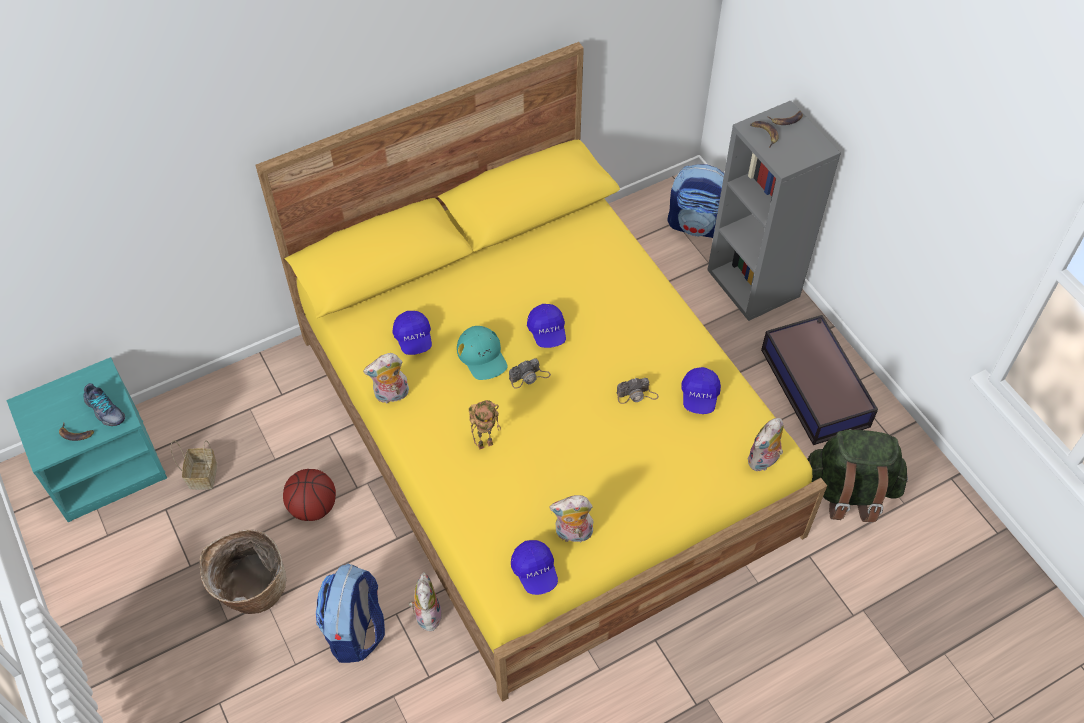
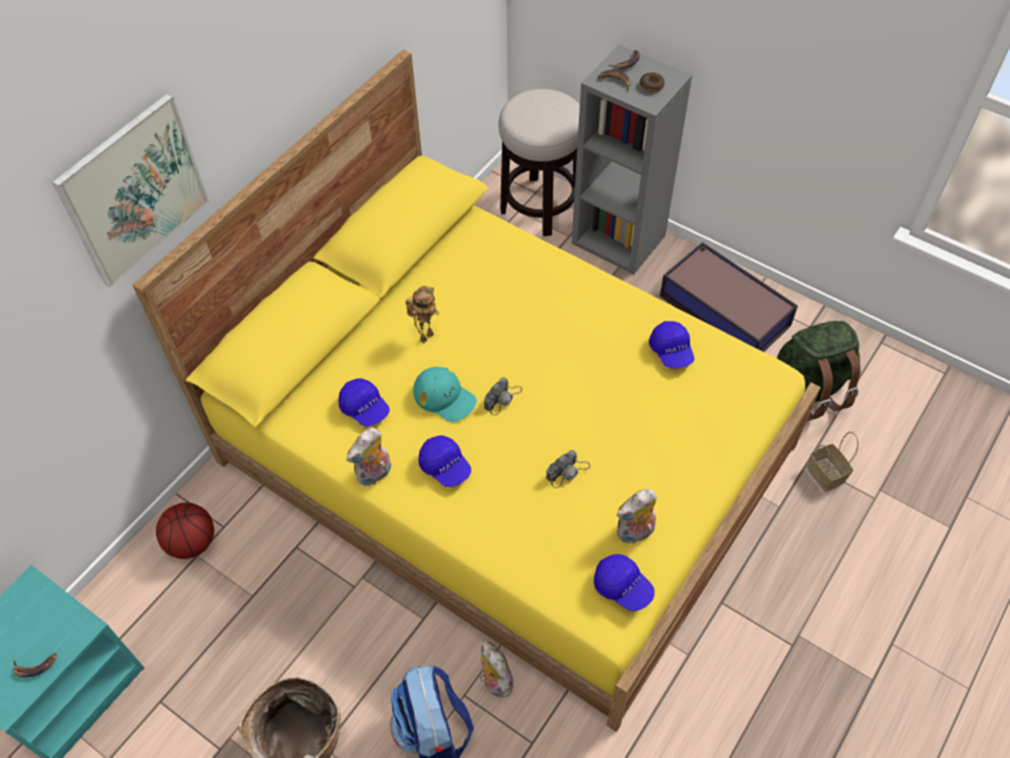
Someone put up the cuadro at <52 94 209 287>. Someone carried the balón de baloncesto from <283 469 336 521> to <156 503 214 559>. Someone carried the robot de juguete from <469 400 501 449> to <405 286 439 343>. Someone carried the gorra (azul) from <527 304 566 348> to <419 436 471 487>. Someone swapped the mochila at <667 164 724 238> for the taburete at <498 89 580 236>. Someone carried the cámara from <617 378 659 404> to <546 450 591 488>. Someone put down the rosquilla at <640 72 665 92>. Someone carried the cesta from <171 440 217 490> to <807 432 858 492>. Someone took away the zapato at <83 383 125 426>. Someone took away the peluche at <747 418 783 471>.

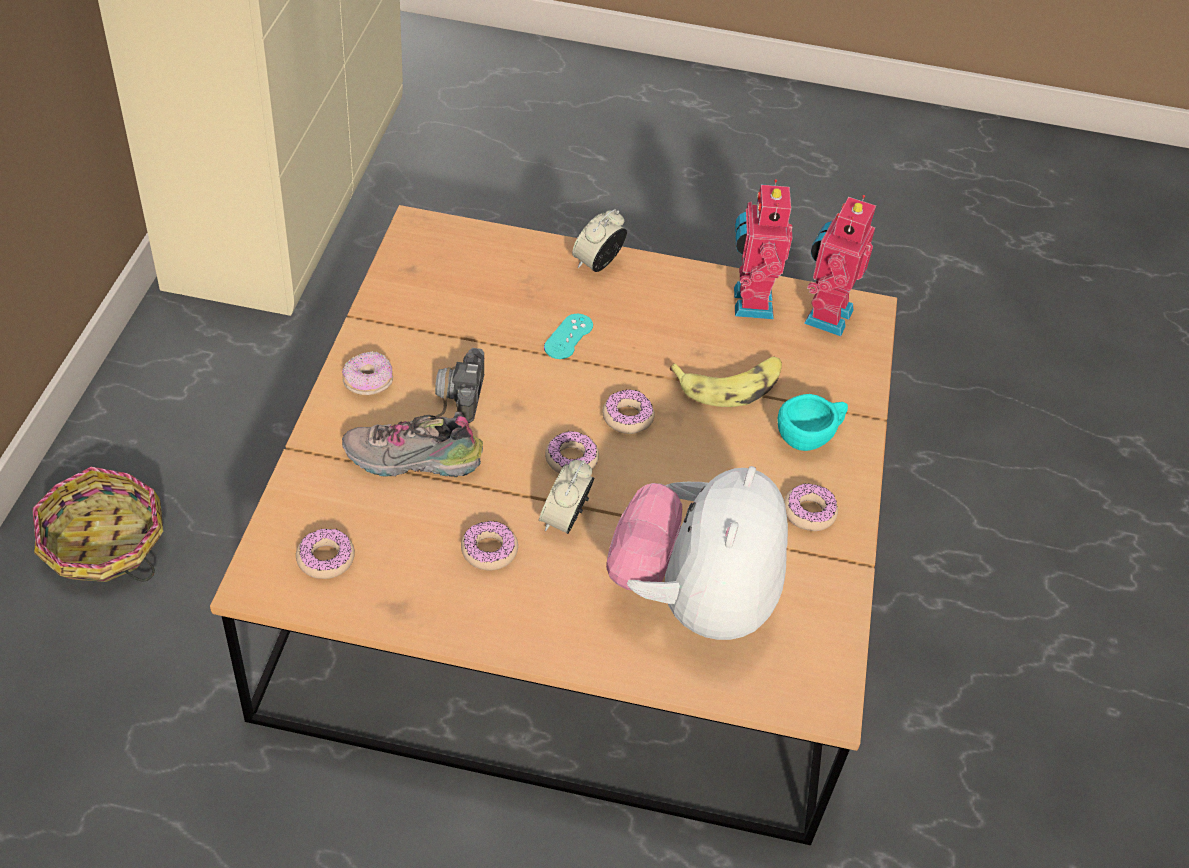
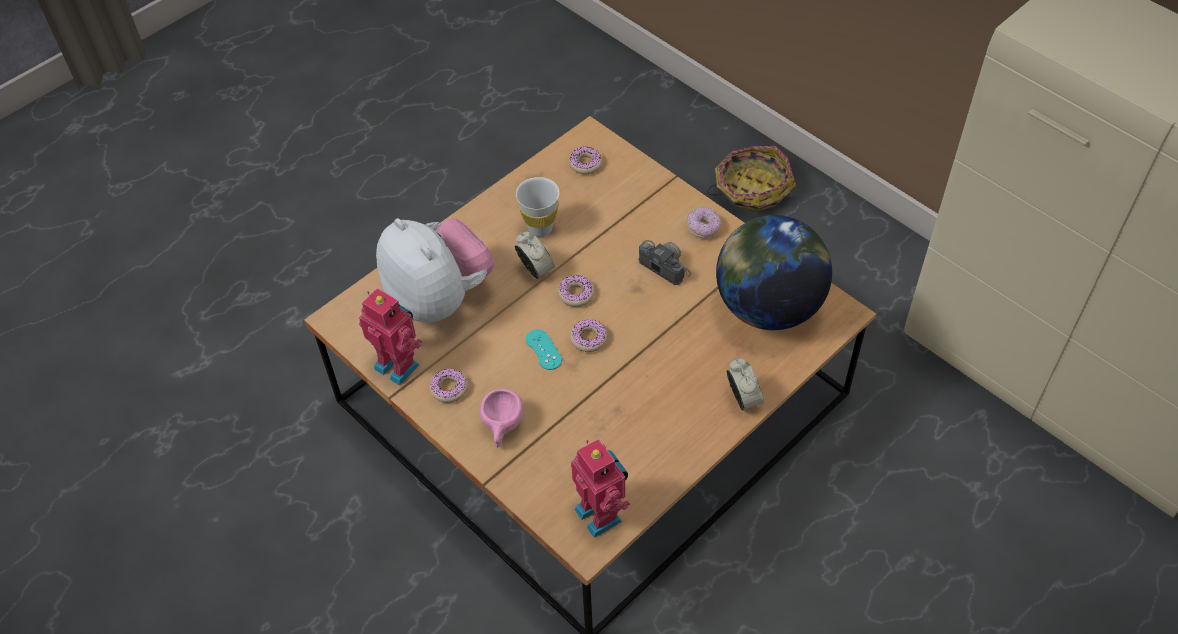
Someone carried the robot de juguete from <734 179 793 319> to <359 288 422 385>. Someone repainted the taza (turquesa) at <778 394 848 451>, which became the taza (rosa) at <480 389 523 448>. Someone swapped the rosquilla at <461 521 518 570> for the taza (blanco) at <516 177 560 237>. Someone carried the mando de consola (turquesa) from <544 314 593 359> to <526 329 562 370>. Someone put down the globo terráqueo at <716 215 832 330>. Someone took away the zapato at <342 412 483 477>. Someone took away the plátano at <670 357 782 407>.

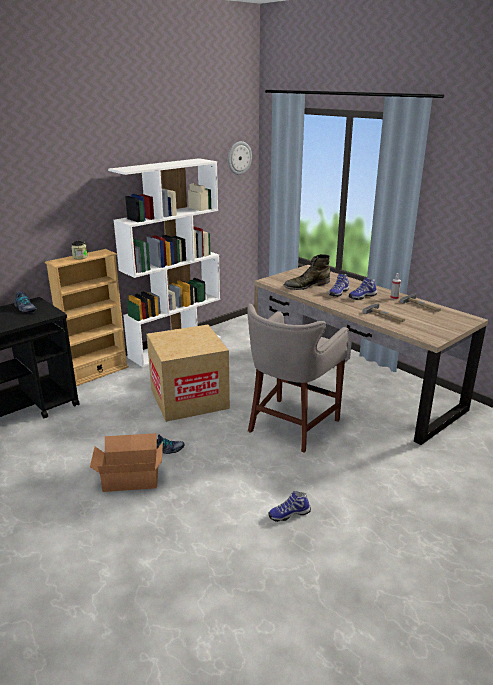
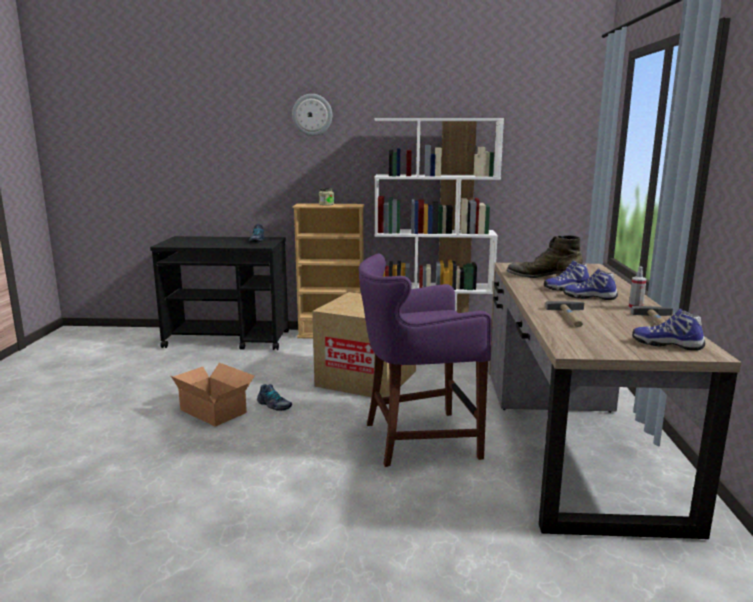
Someone carried the reloj de pared from <228 141 252 175> to <292 94 332 136>. Someone repainted the taburete (gris) at <247 304 349 453>, which became the taburete (morado) at <359 253 492 467>. Someone carried the zapato from <268 491 311 522> to <632 309 705 351>.

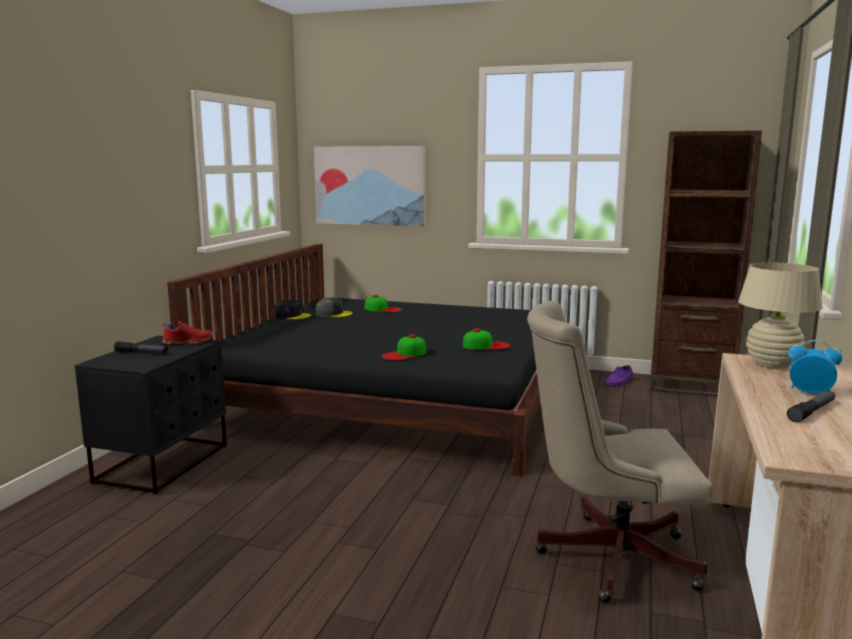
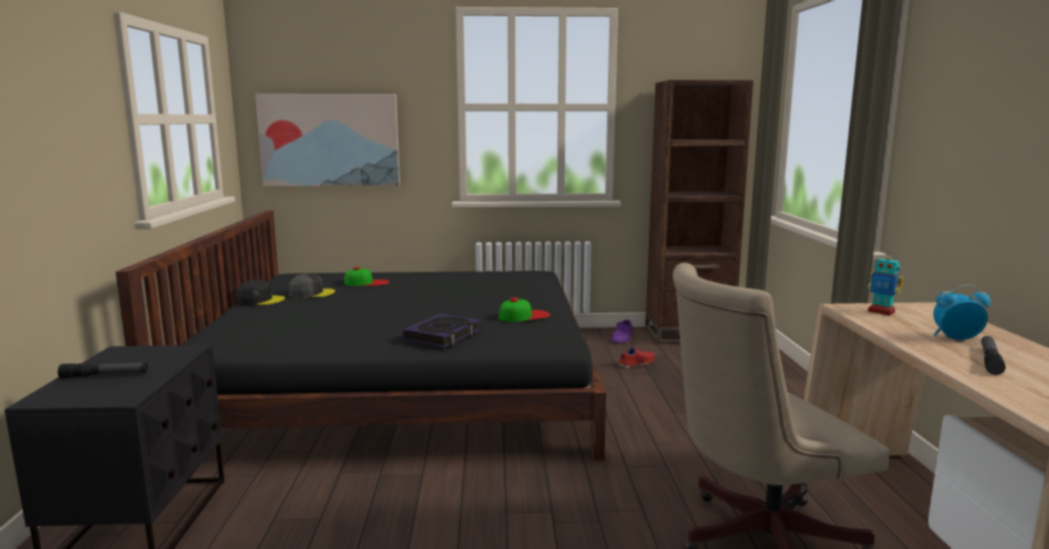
Someone swapped the gorra at <382 334 426 360> for the libro at <403 313 480 348>. Someone carried the zapato (rojo) from <162 321 213 344> to <619 347 655 368>. Someone swapped the lámpara de mesa (beis) at <738 262 823 368> for the robot de juguete at <868 250 903 316>.

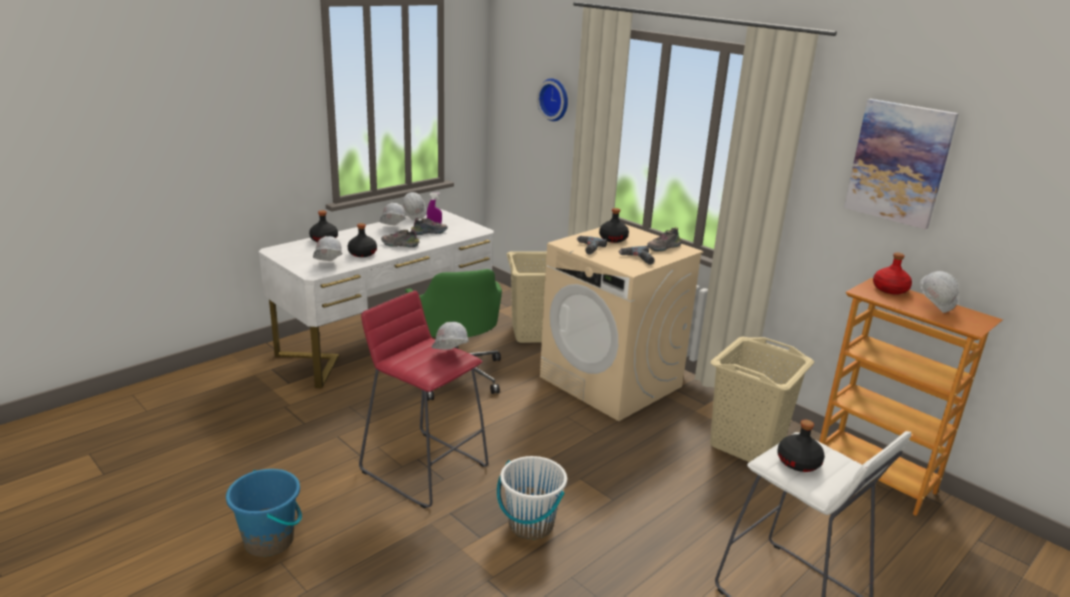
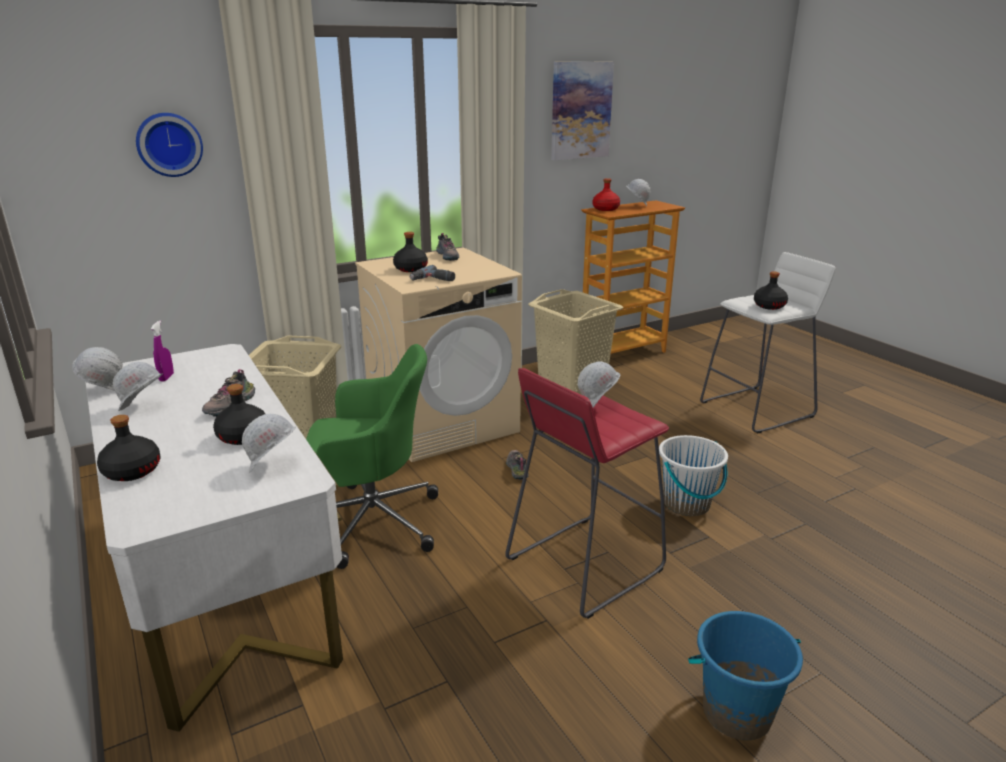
Someone carried the zapato from <411 218 448 235> to <506 450 528 480>. Someone took away the taladro at <619 246 655 265>.

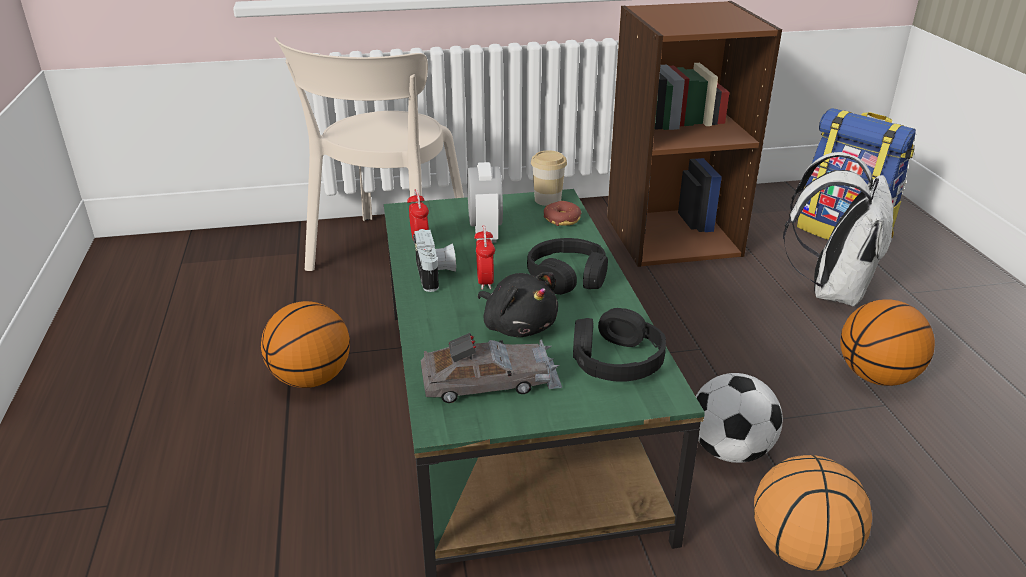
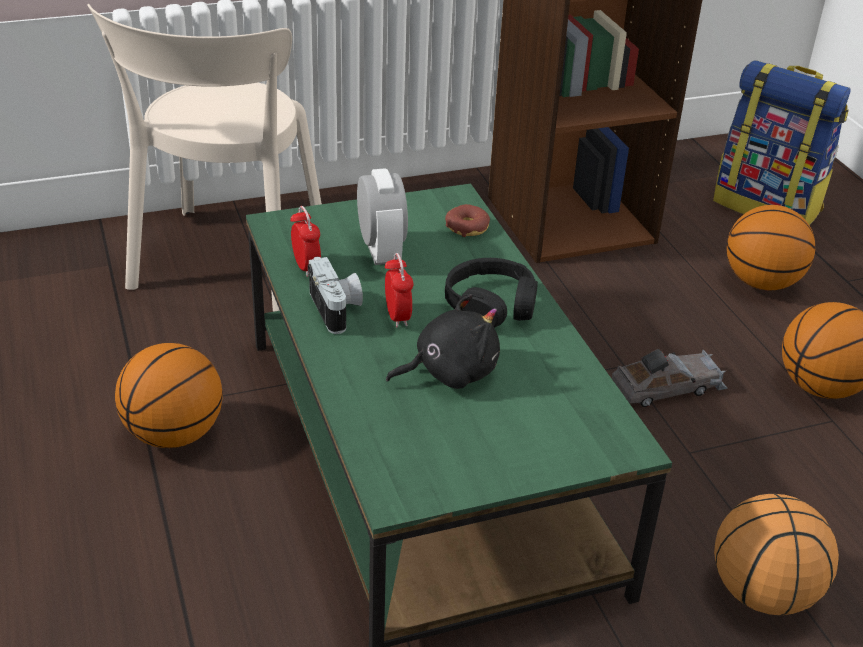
Someone rotated the peluche (negro) at <478 272 558 337> by 60 degrees counterclockwise. Someone carried the coche de juguete (gris) from <421 333 562 403> to <612 349 728 407>. Someone swapped the mochila (blanco) at <783 152 893 307> for the balón de baloncesto at <726 205 816 291>. Someone took away the taza at <531 150 567 206>. Someone took away the auriculares (negro) at <573 308 666 382>. Someone took away the balón de fútbol at <696 373 783 463>.

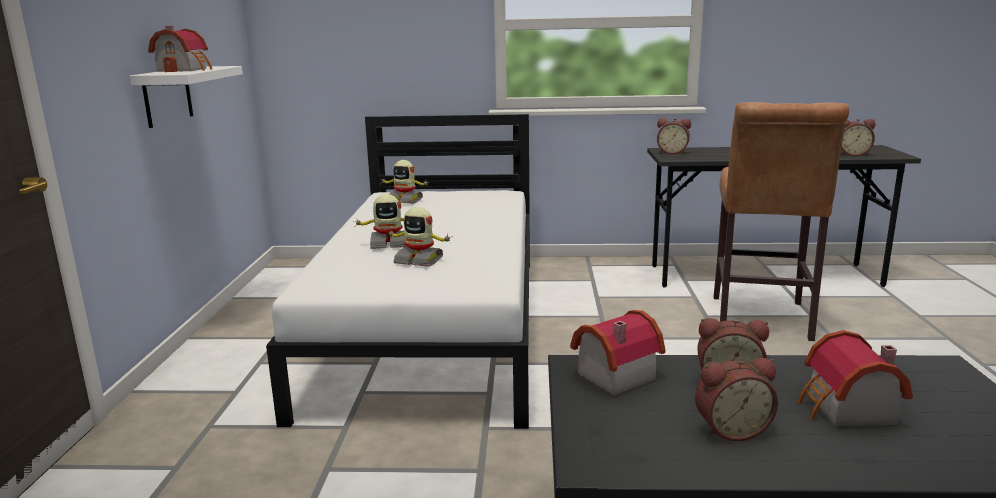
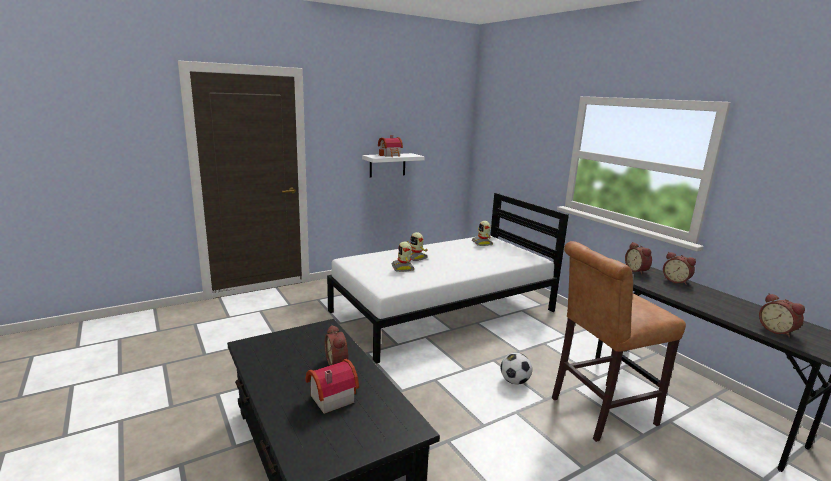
Someone put down the balón de fútbol at <501 353 532 384>. Someone carried the despertador from <695 358 778 441> to <663 252 696 285>. Someone took away the casita at <570 310 665 396>.

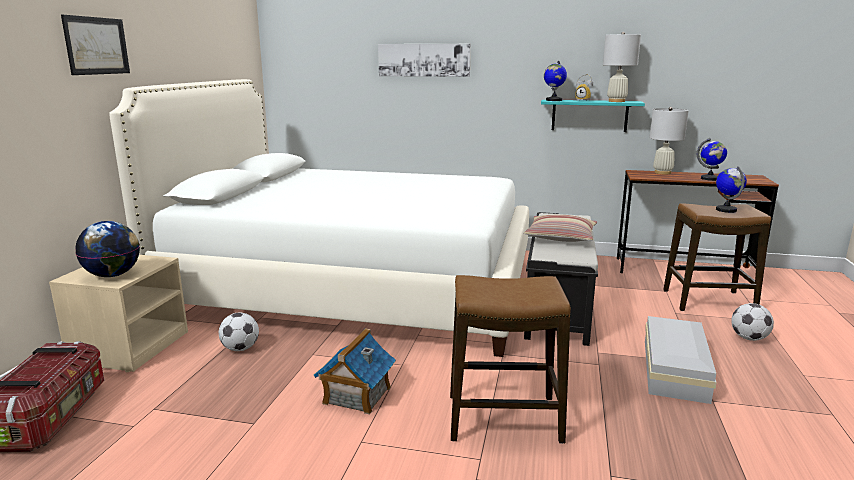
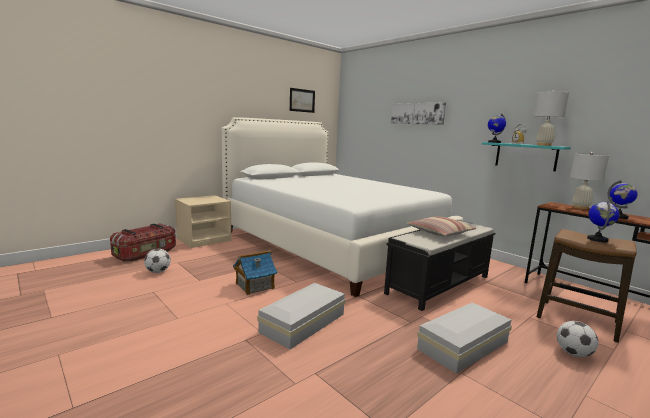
Someone carried the balón de fútbol from <219 312 259 351> to <144 249 171 273>. Someone swapped the taburete at <450 275 571 444> for the caja de almacenaje (blanco) at <257 283 346 349>. Someone carried the cuadro from <61 15 130 75> to <290 88 315 113>. Someone took away the globo terráqueo at <75 221 140 277>.

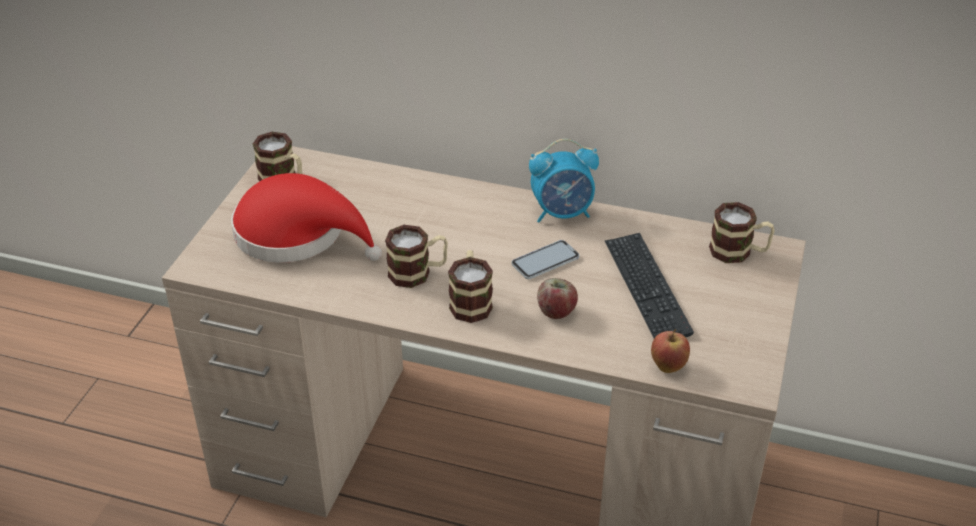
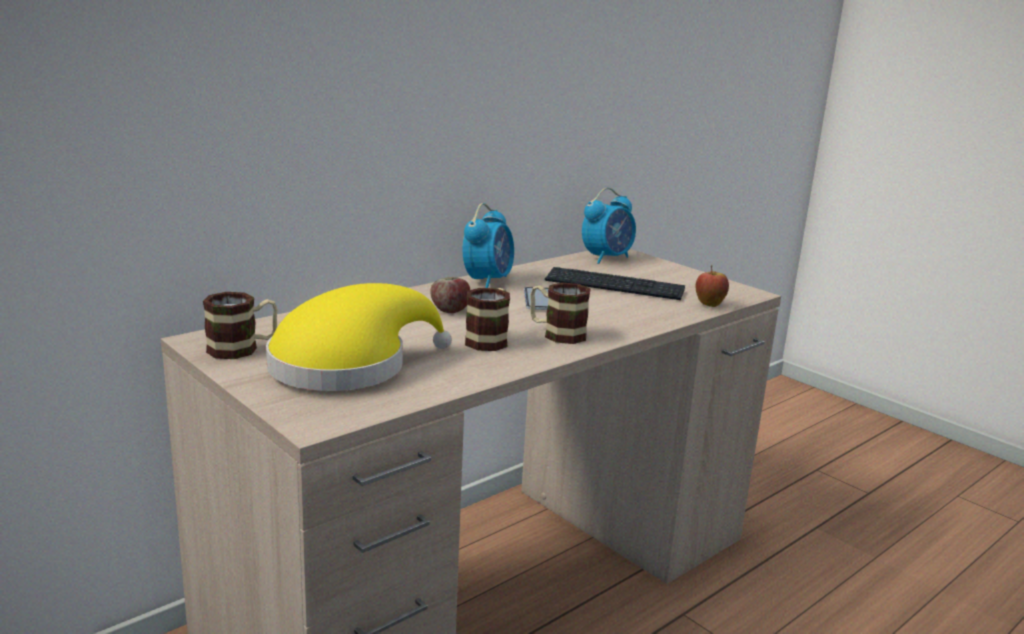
Someone repainted the sombrero (rojo) at <231 173 382 263>, which became the sombrero (amarillo) at <266 283 452 391>. Someone carried the manzana from <537 278 578 319> to <430 277 470 313>. Someone swapped the taza grande at <709 202 775 263> for the despertador at <582 188 636 264>.

